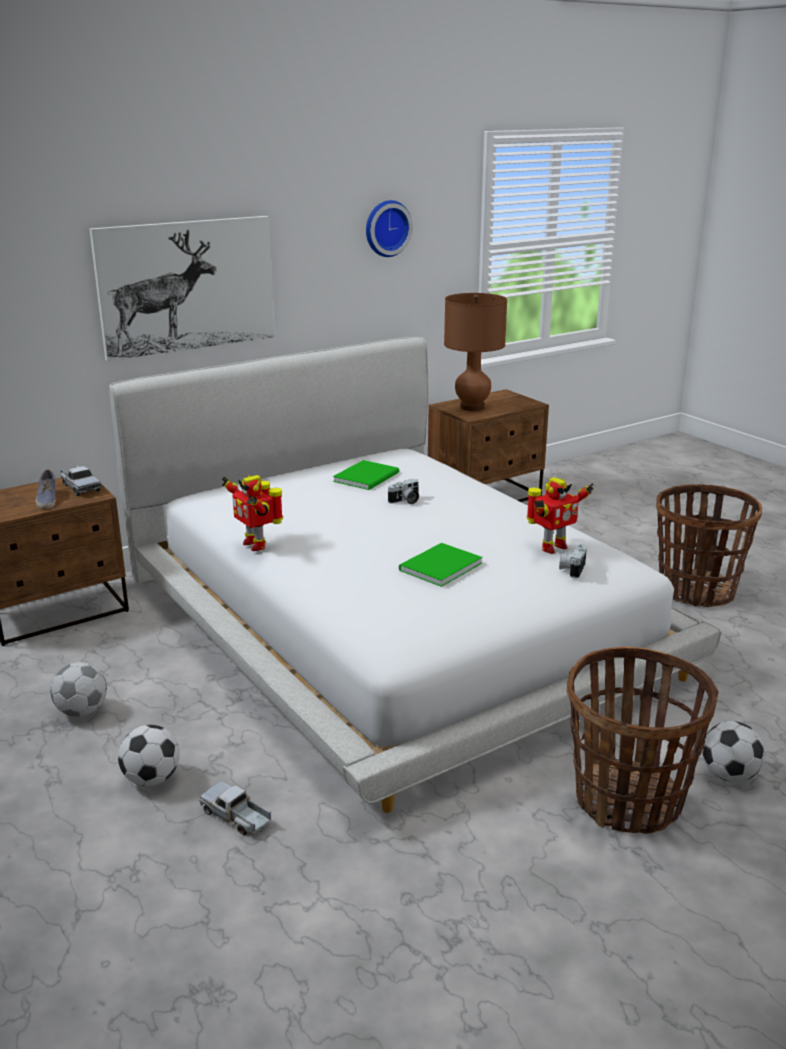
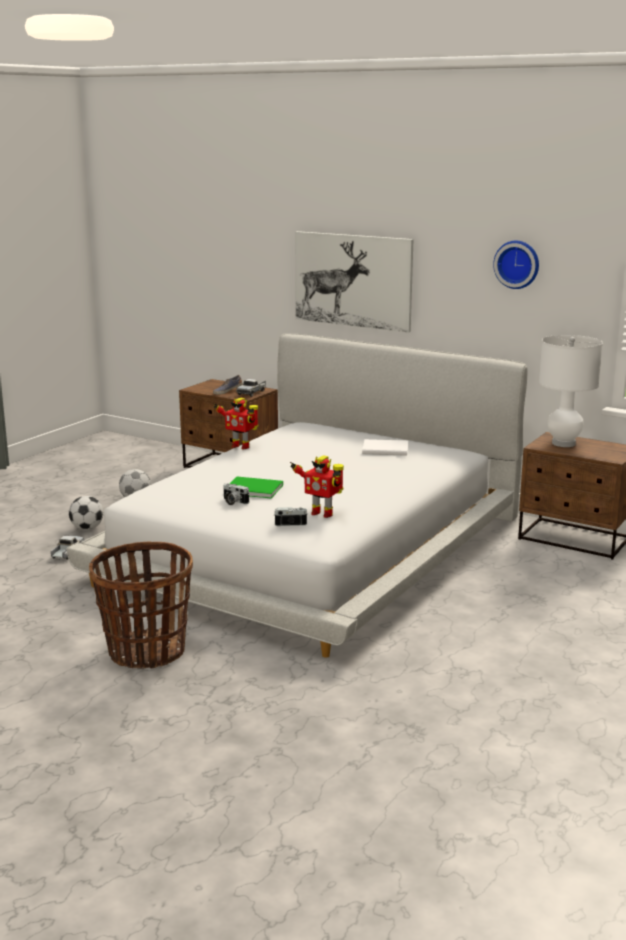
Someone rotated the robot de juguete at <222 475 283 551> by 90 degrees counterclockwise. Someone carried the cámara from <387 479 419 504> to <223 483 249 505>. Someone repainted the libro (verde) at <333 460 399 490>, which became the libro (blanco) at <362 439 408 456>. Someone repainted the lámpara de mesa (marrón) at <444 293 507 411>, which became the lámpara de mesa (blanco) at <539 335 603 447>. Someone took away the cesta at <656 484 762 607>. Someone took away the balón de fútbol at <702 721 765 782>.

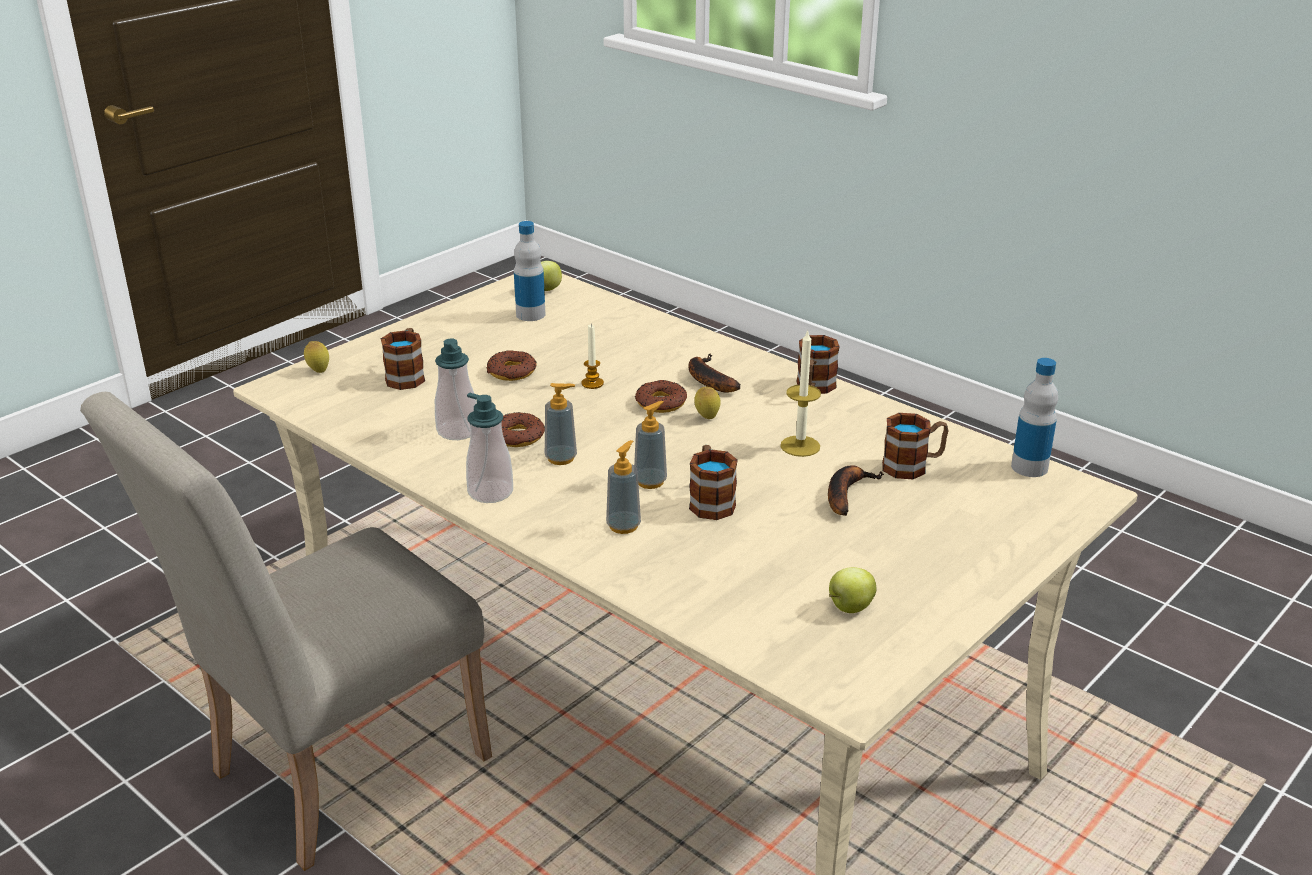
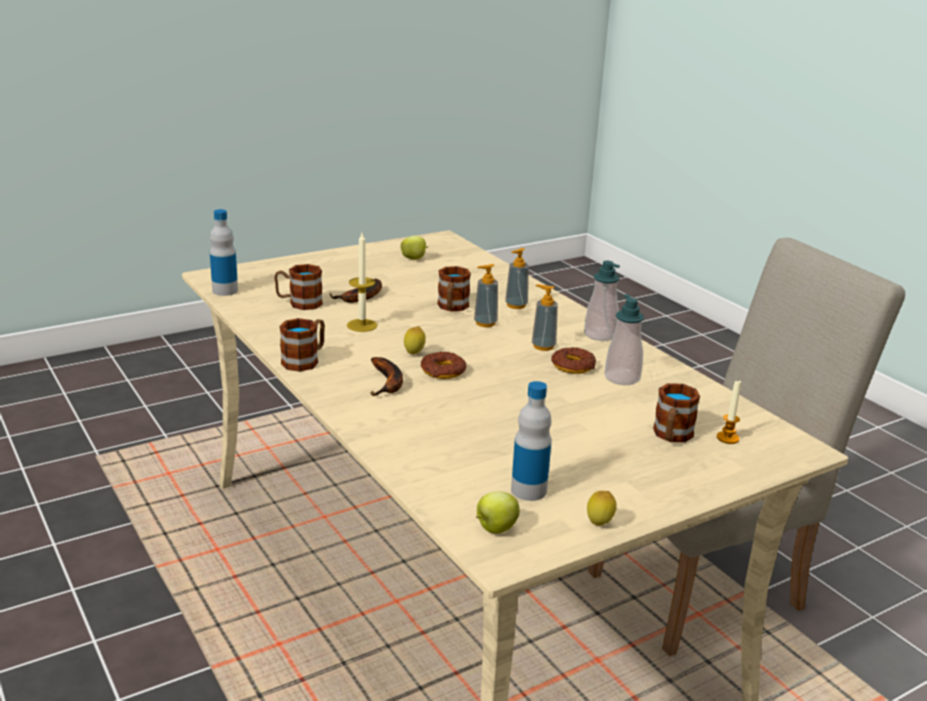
Someone carried the limón from <304 341 329 373> to <587 491 617 526>. Someone carried the vela from <581 325 604 389> to <717 380 741 444>. Someone took away the rosquilla at <486 350 536 381>.

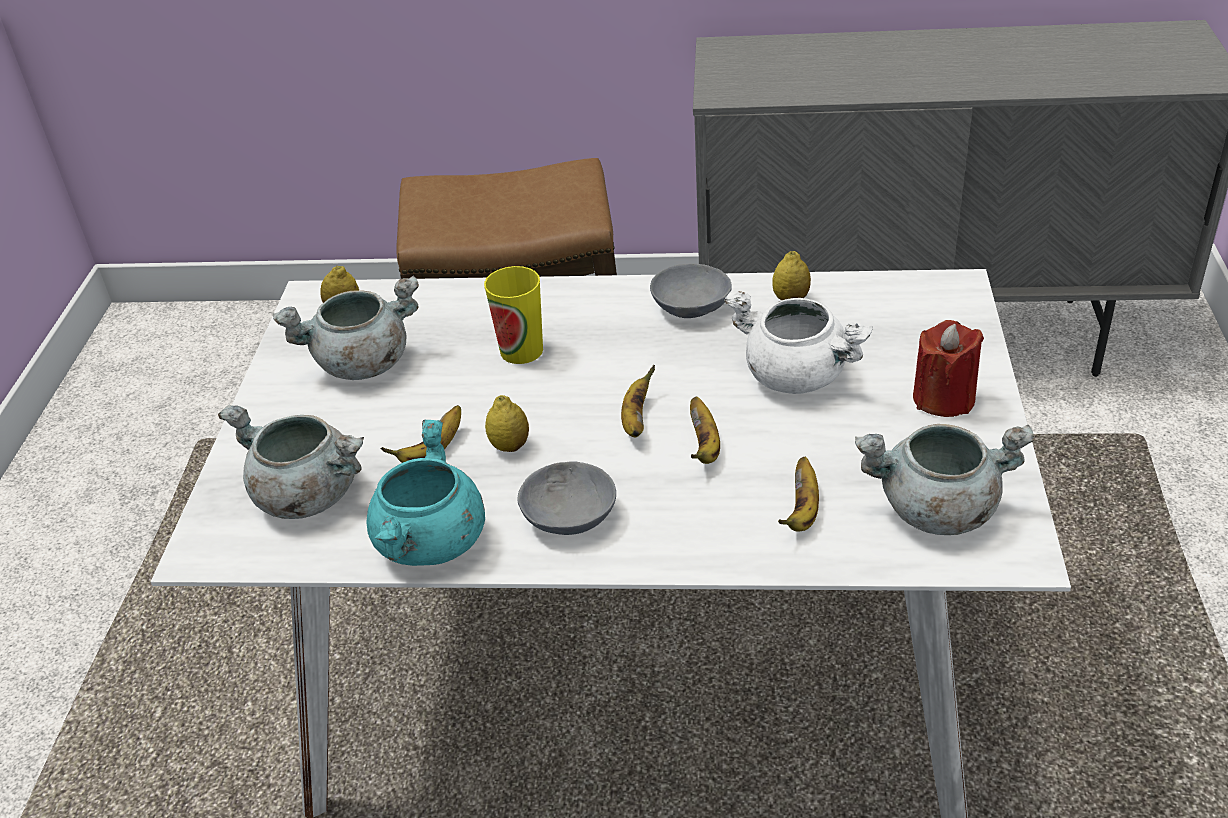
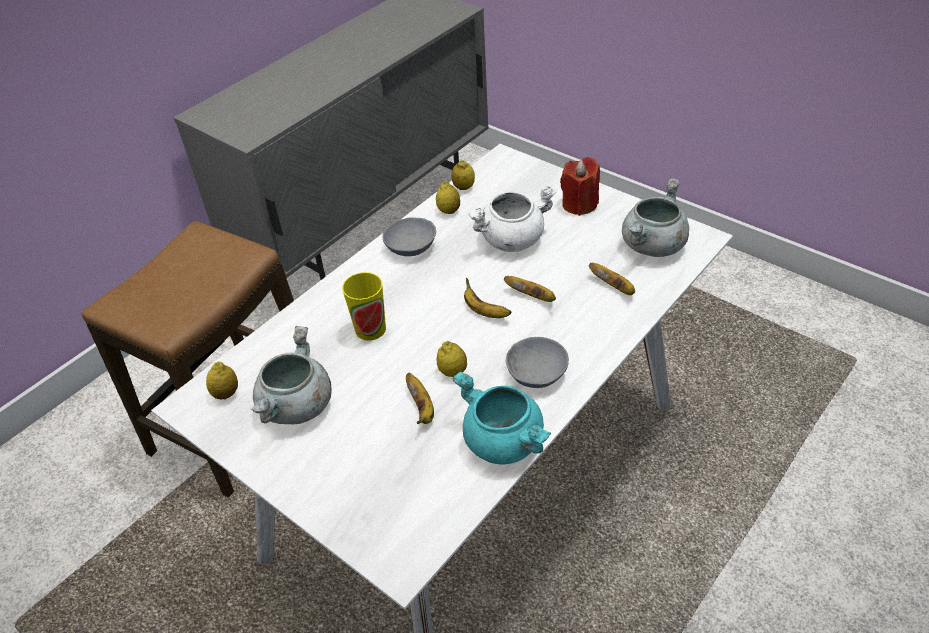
Someone put down the limón at <452 161 475 190>. Someone took away the olla (gris) at <218 405 364 519>.

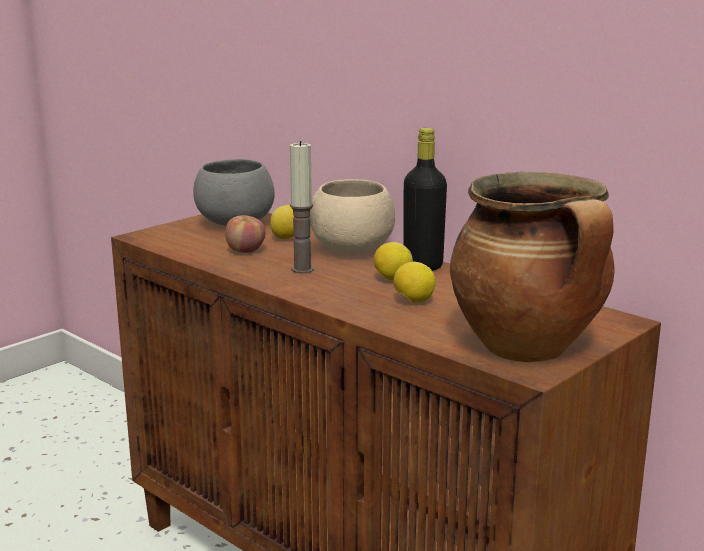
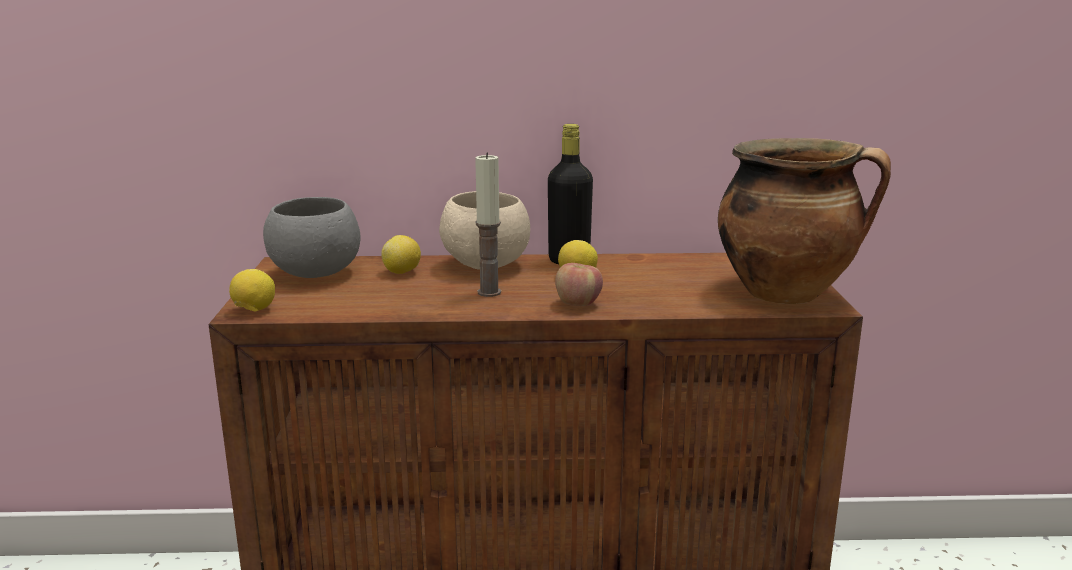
Someone carried the limón from <393 261 436 303> to <229 269 275 311>. Someone carried the manzana from <225 215 266 253> to <555 263 603 306>.

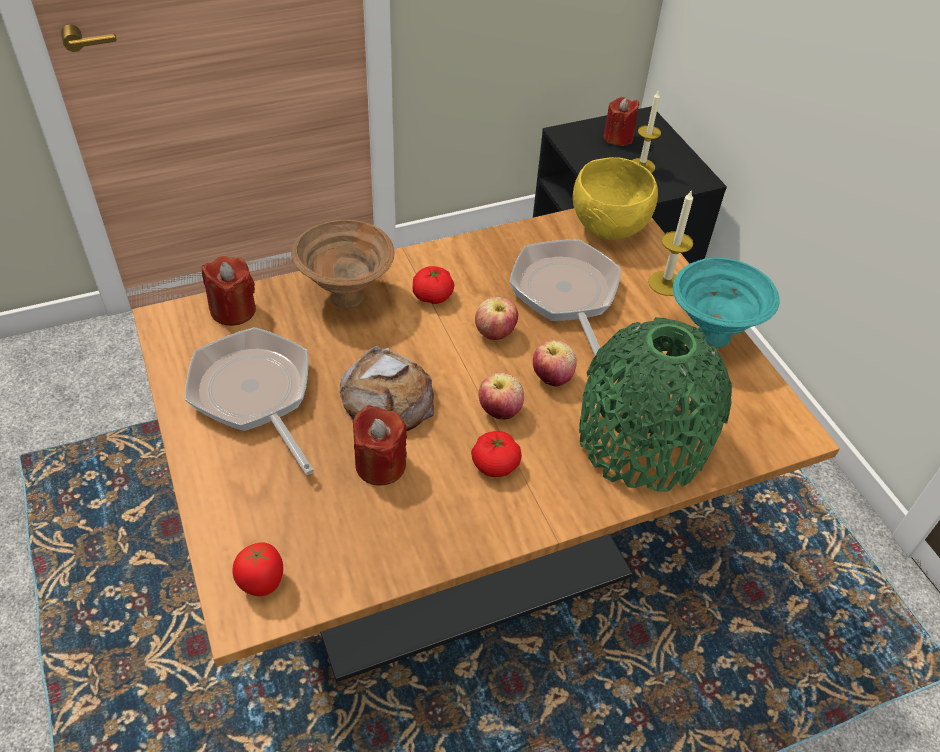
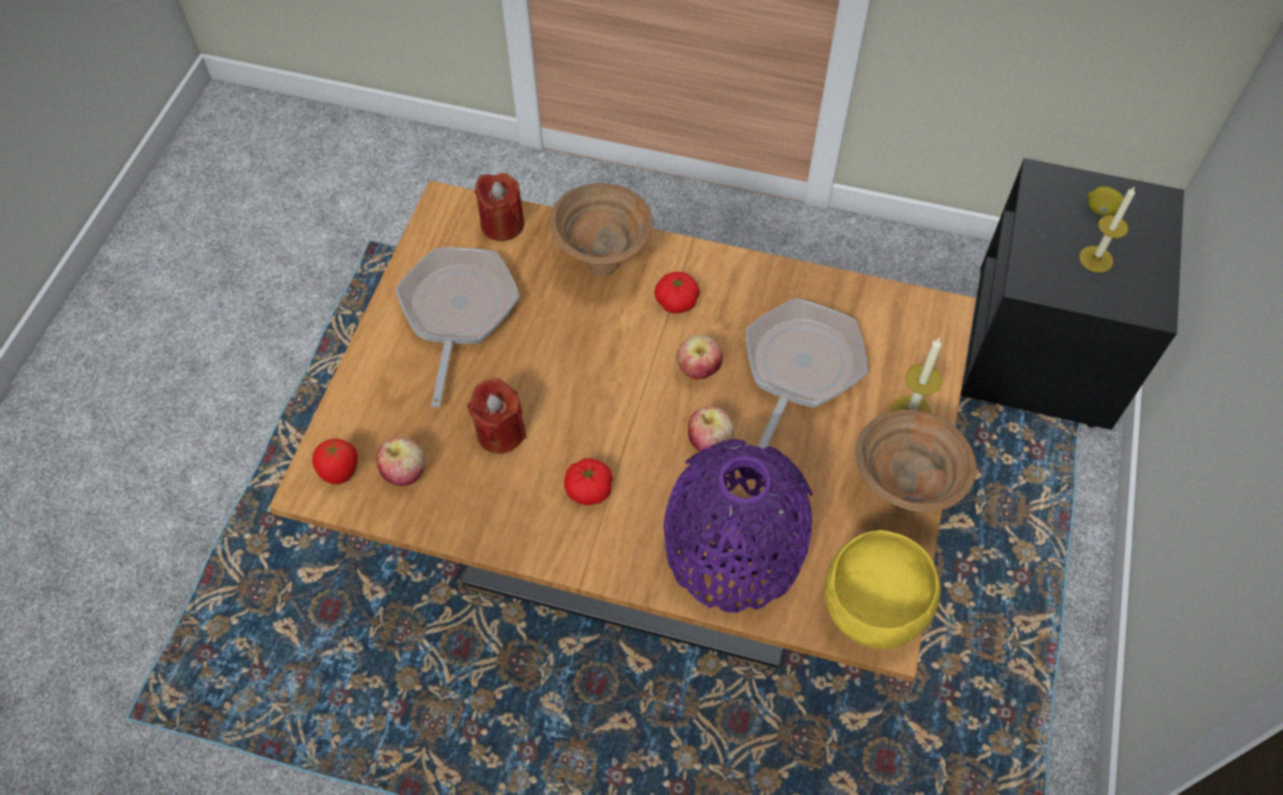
Someone carried the manzana from <478 373 524 420> to <376 437 425 486>. Someone repainted the florero (verde) at <579 317 732 492>, which became the florero (morado) at <664 439 813 613>. Someone carried the cuenco (amarillo) from <573 157 658 240> to <824 530 941 649>. Someone repainted the cuenco (turquesa) at <673 258 780 348>, which became the cuenco (marrón) at <855 410 977 512>. Someone swapped the vela (rojo) at <604 97 639 146> for the limón at <1088 186 1124 216>. Someone took away the pan at <340 346 434 431>.

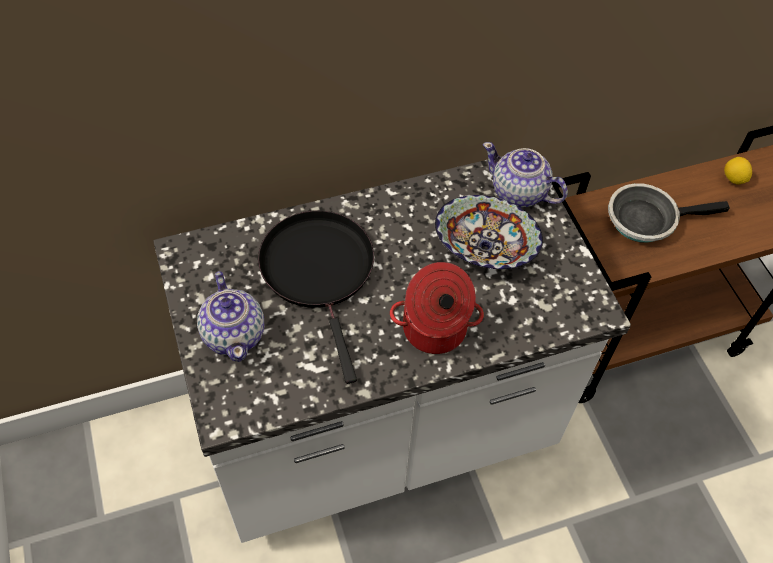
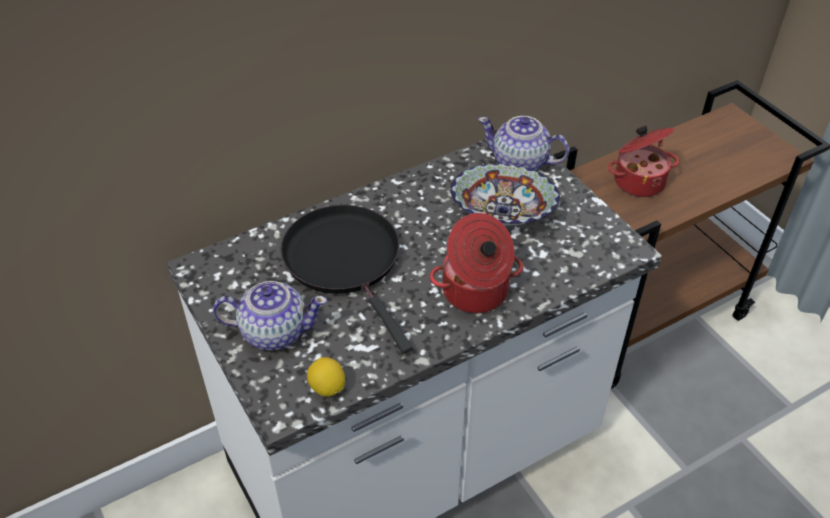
Someone rotated the tetera at <197 271 264 362> by 60 degrees counterclockwise. Someone carried the limón from <724 157 752 185> to <307 357 345 397>. Someone swapped the sartén at <608 183 730 243> for the olla at <608 126 679 197>.

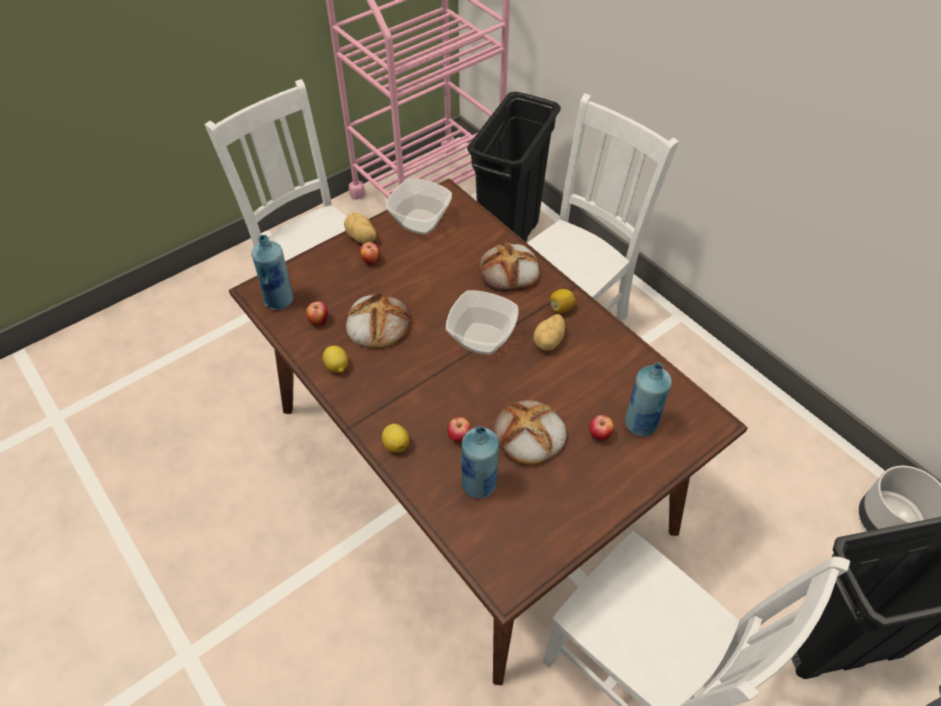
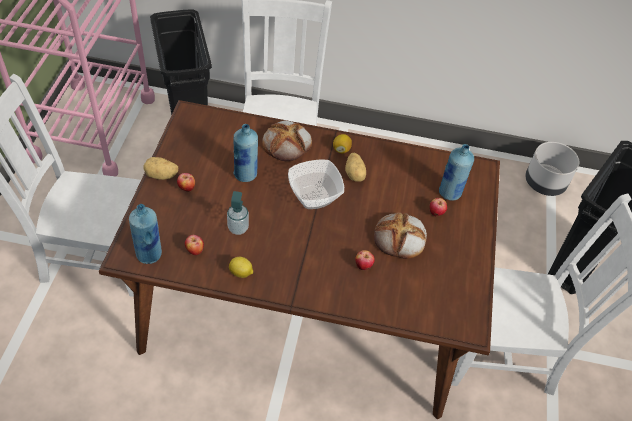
Someone swapped the pan at <346 293 410 349> for the dispensador de jabón at <227 191 249 235>. Someone carried the botella (azul) from <461 426 499 499> to <234 124 258 182>. Someone took away the limón at <382 424 409 453>. Someone took away the cuenco at <386 178 452 235>.

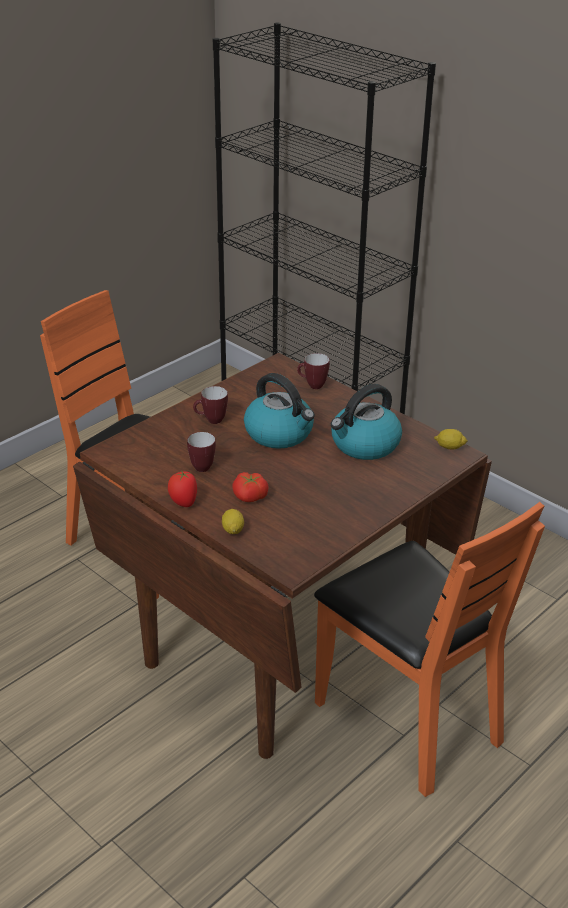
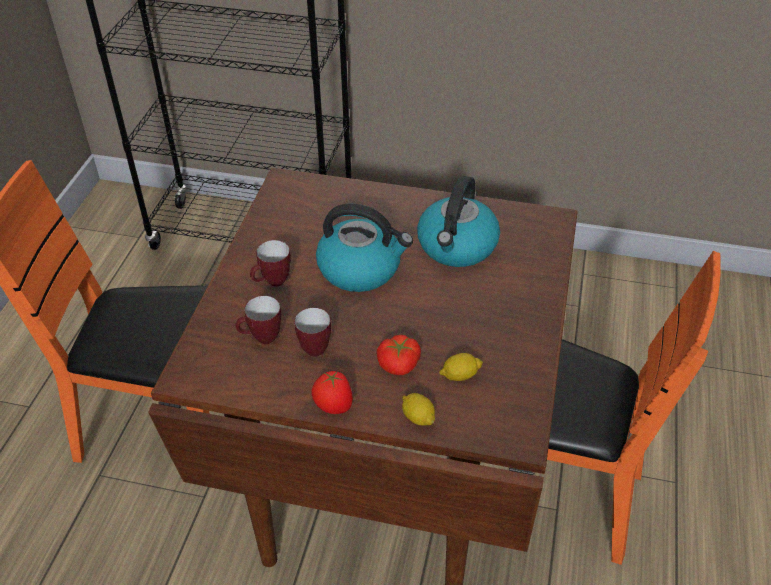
Someone carried the taza grande from <297 353 330 389> to <235 296 281 344>. Someone carried the limón from <434 429 468 450> to <439 353 483 381>.

